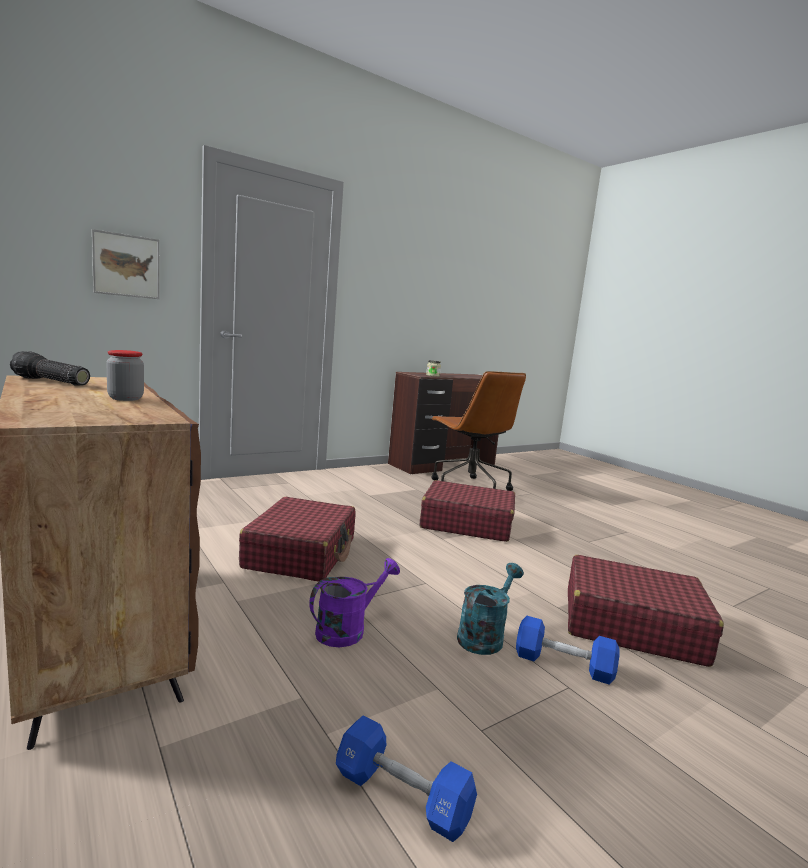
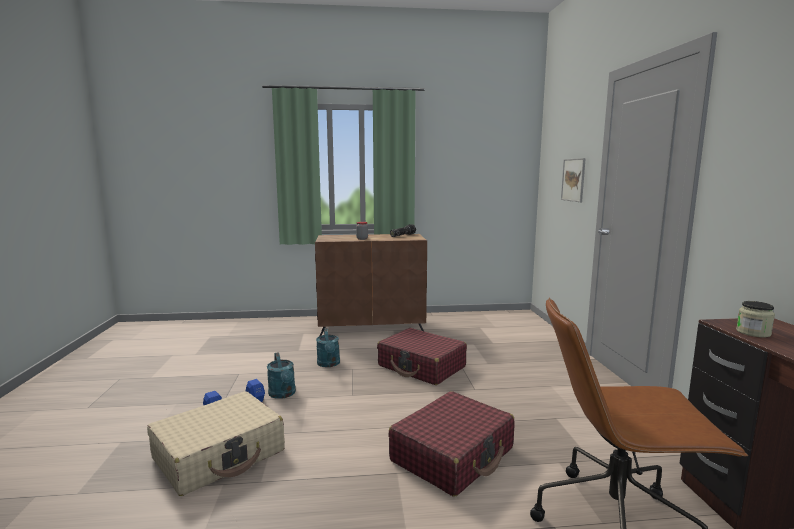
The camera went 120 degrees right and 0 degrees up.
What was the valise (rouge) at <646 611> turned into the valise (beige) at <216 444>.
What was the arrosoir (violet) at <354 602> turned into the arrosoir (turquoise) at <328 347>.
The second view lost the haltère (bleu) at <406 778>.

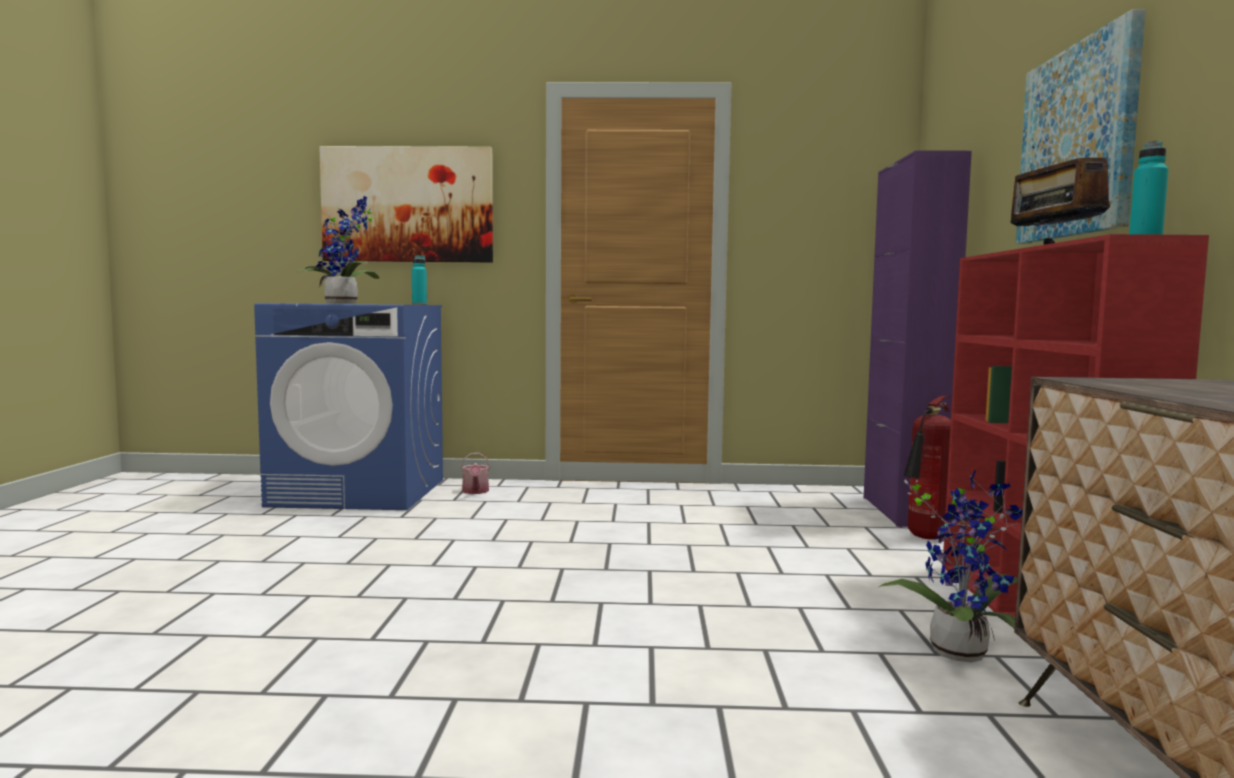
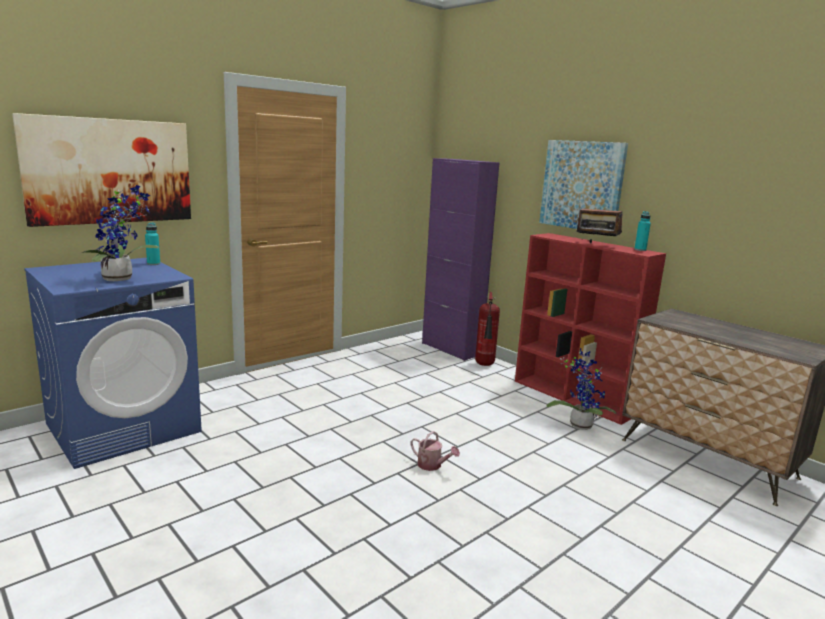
The camera went 45 degrees left and 10 degrees up.
The arrosoir ended up elsewhere, having gone from <475 473> to <435 451>.

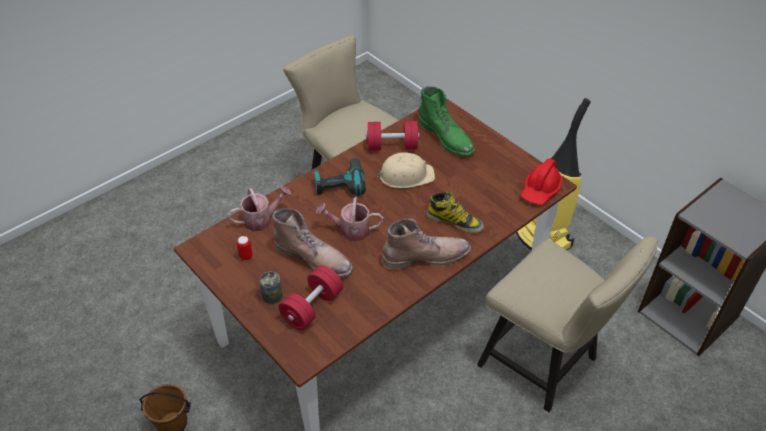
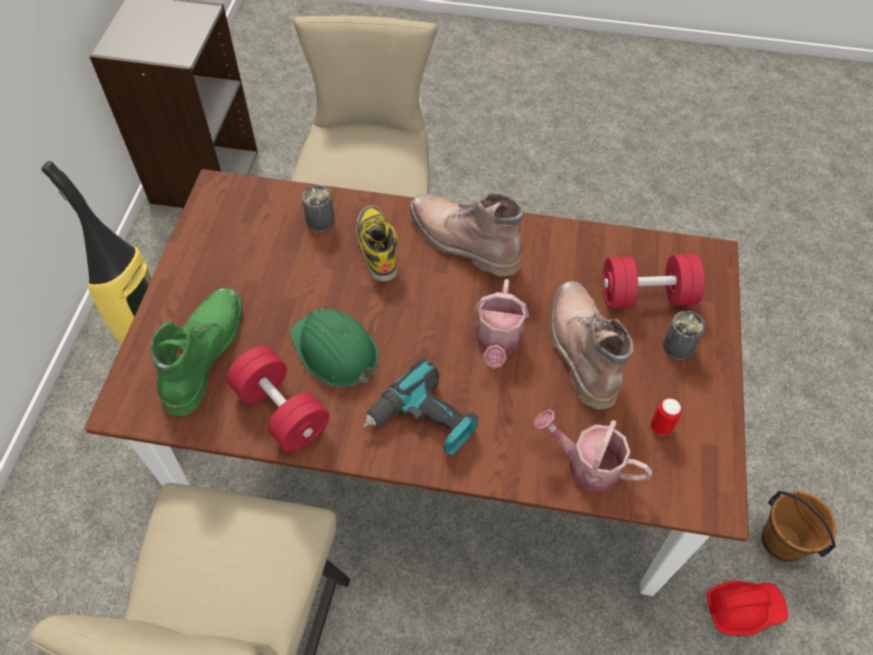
The camera went 130 degrees left and 10 degrees up.
What was the casque de chantier (beige) at <405 170> turned into the casque de chantier (vert) at <334 348>.
The casque de chantier (rouge) ended up elsewhere, having gone from <542 181> to <747 608>.
The arrosoir at <349 219> ended up facing another way, 45 degrees clockwise from before.
The second view gained the boîte métallique at <318 208>.

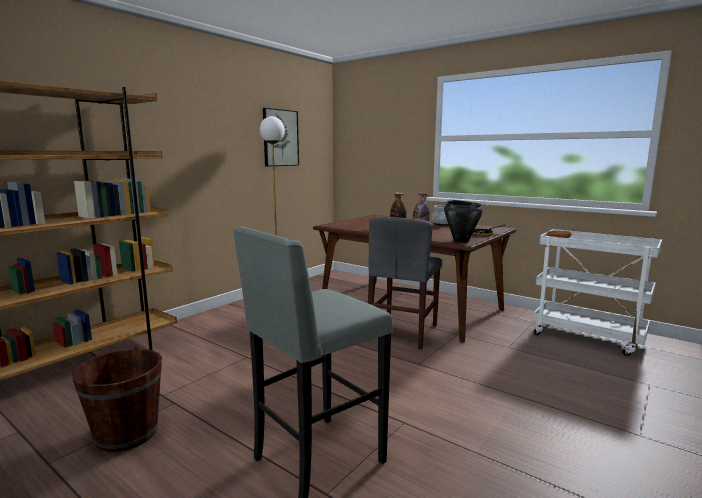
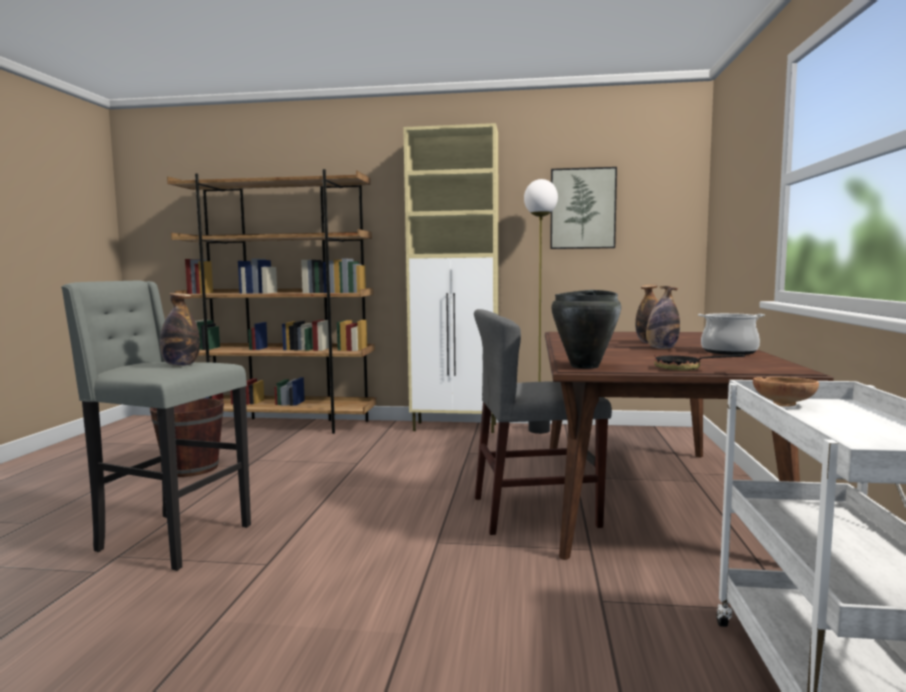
The camera went 60 degrees right and 5 degrees down.
The second view gained the meuble de rangement (beige) at <451 278>.
The second view gained the bouteille at <180 329>.

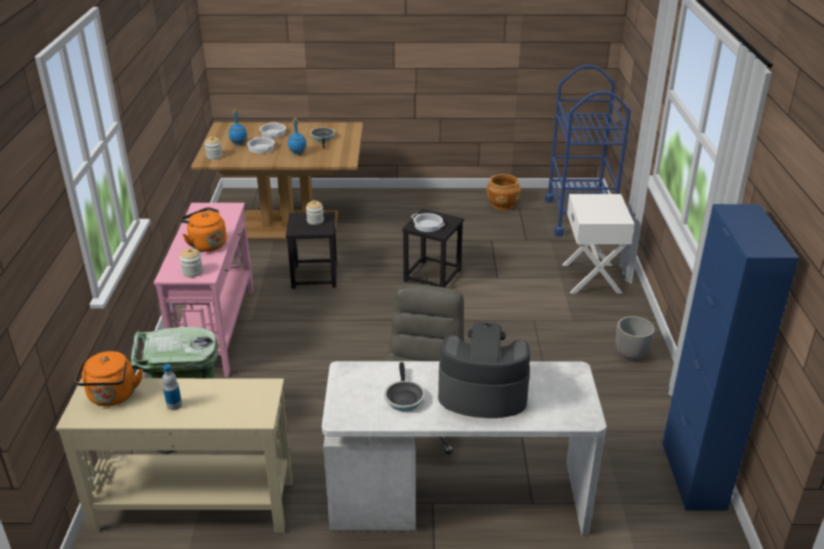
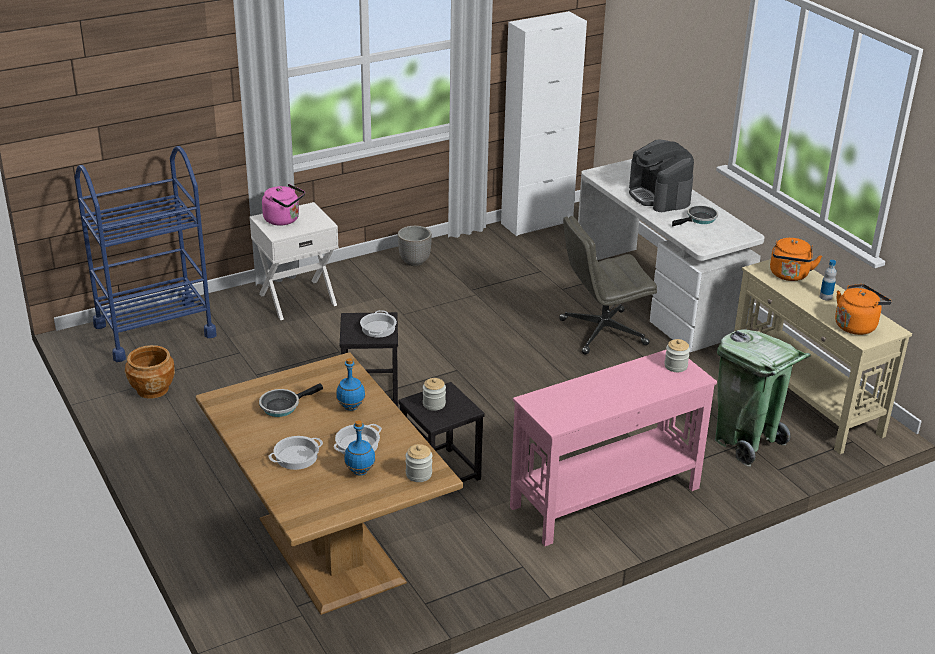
The camera went 120 degrees left and 0 degrees up.
What was the meuble de rangement (bleu) at <730 357> turned into the meuble de rangement (blanc) at <544 123>.
The bouilloire (orange) ended up elsewhere, having gone from <203 229> to <796 259>.
The second view gained the bouilloire (rose) at <283 205>.

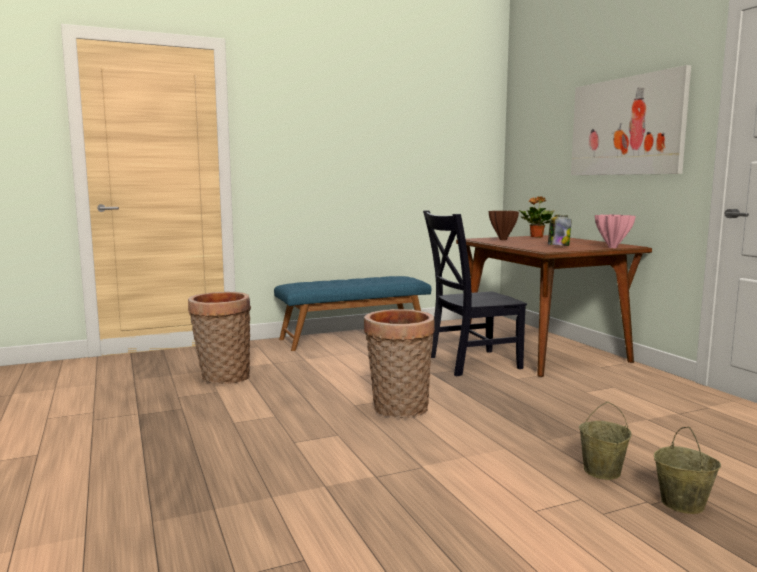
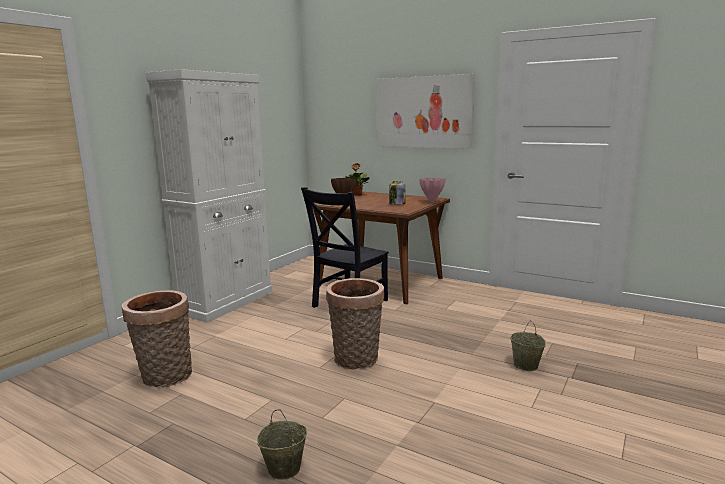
The camera went 35 degrees left and 5 degrees up.
Where the banc (bleu) stood at <352 313>, the meuble de rangement (blanc) came to stand at <209 196>.
The seau (beige) ended up elsewhere, having gone from <687 470> to <282 445>.

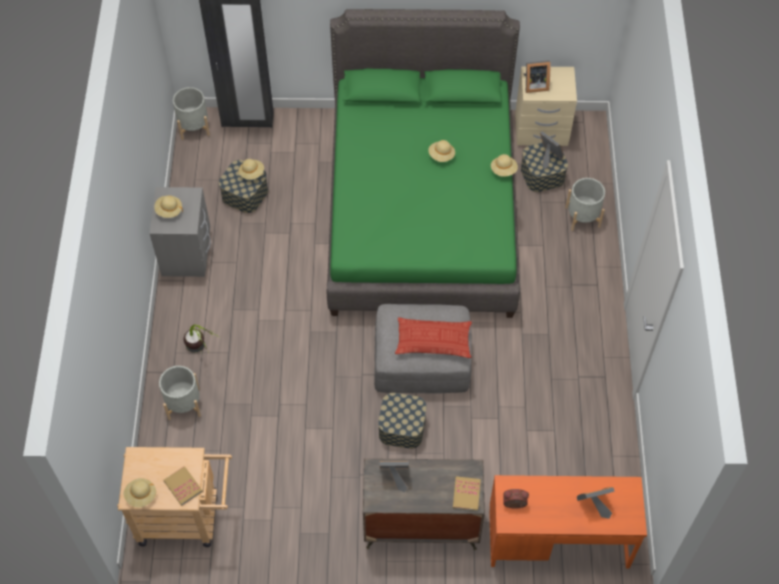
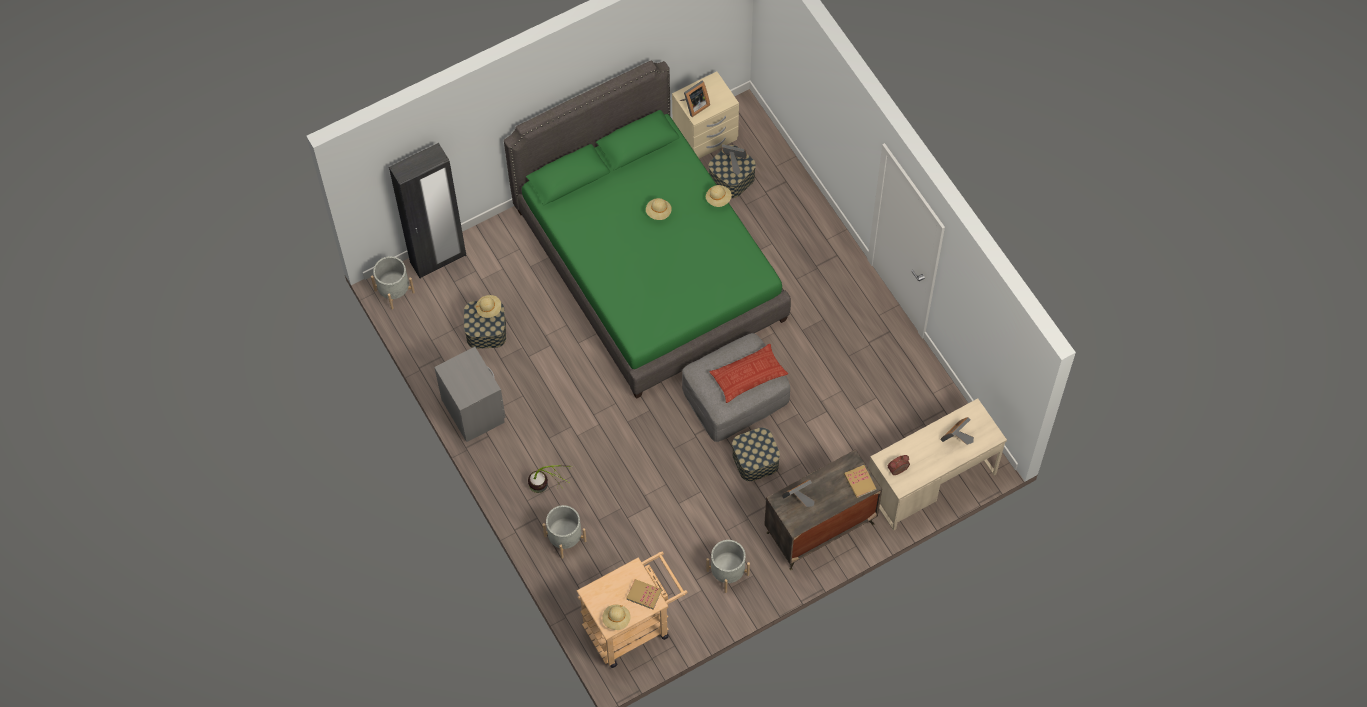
The camera went 30 degrees left and 5 degrees up.
The cache-pot (gris) ended up elsewhere, having gone from <585 204> to <728 566>.
The second view lost the chapeau (beige) at <168 207>.
What was the bureau (orange) at <568 522> turned into the bureau (beige) at <938 464>.

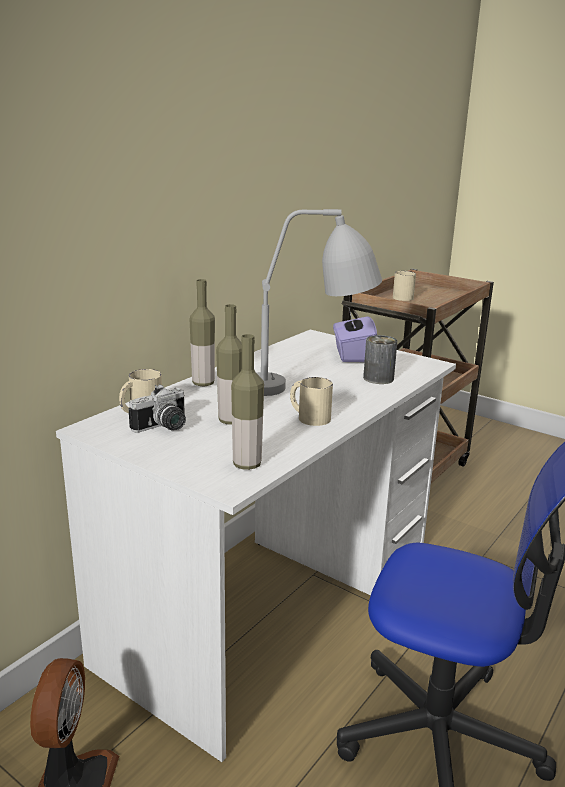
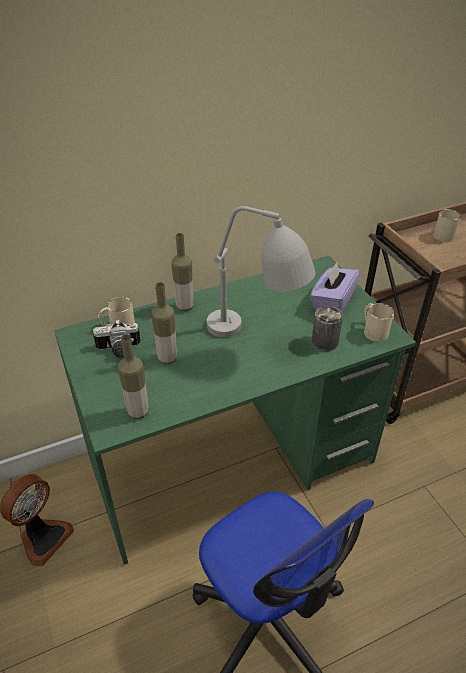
The camera went 30 degrees right and 20 degrees up.
What was the bureau (blanc) at <256 546> turned into the bureau (vert) at <235 410>.
The mug (beige) ended up elsewhere, having gone from <311 401> to <379 322>.

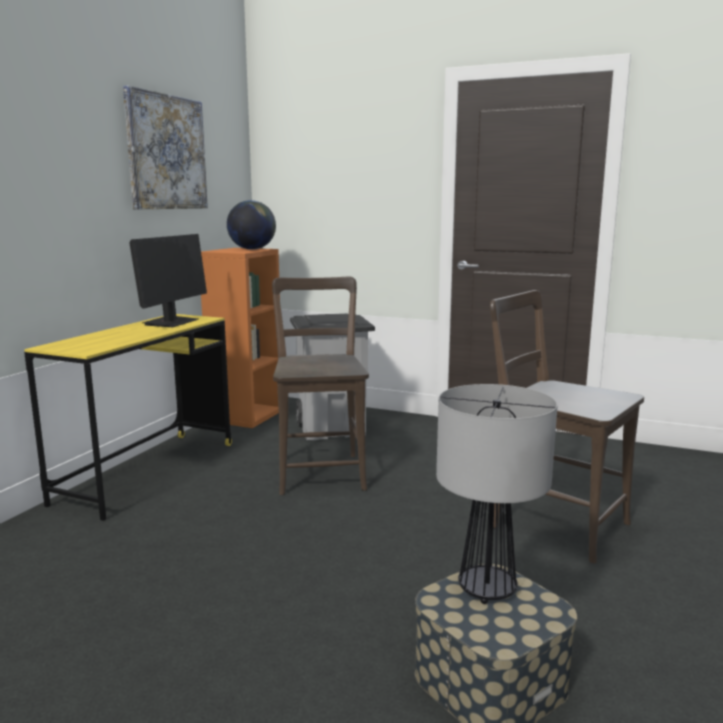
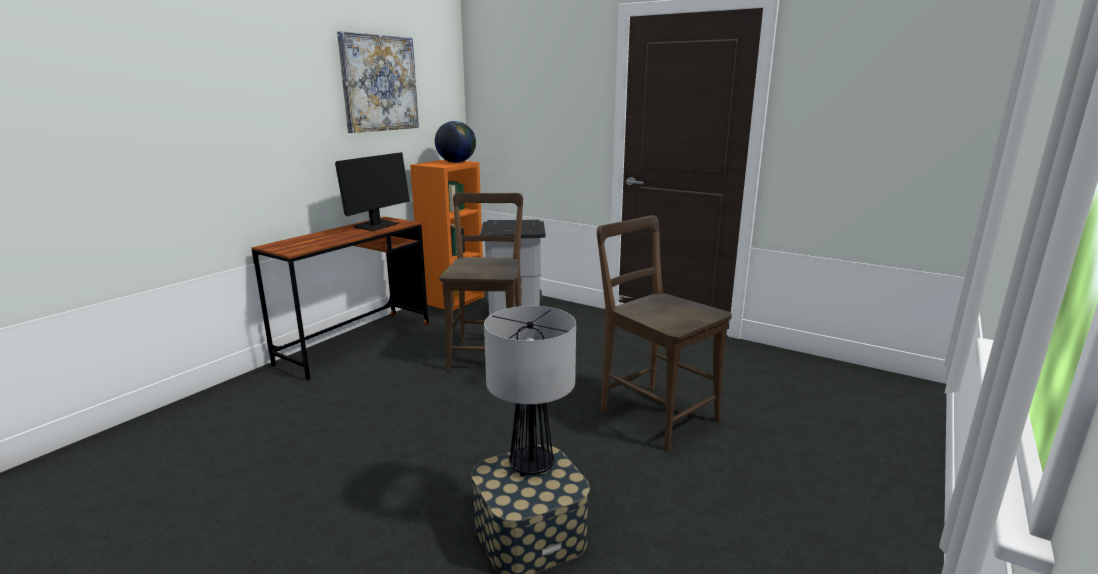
The camera went 10 degrees right and 5 degrees up.
What was the bureau (jaune) at <128 417> turned into the bureau (marron) at <340 298>.

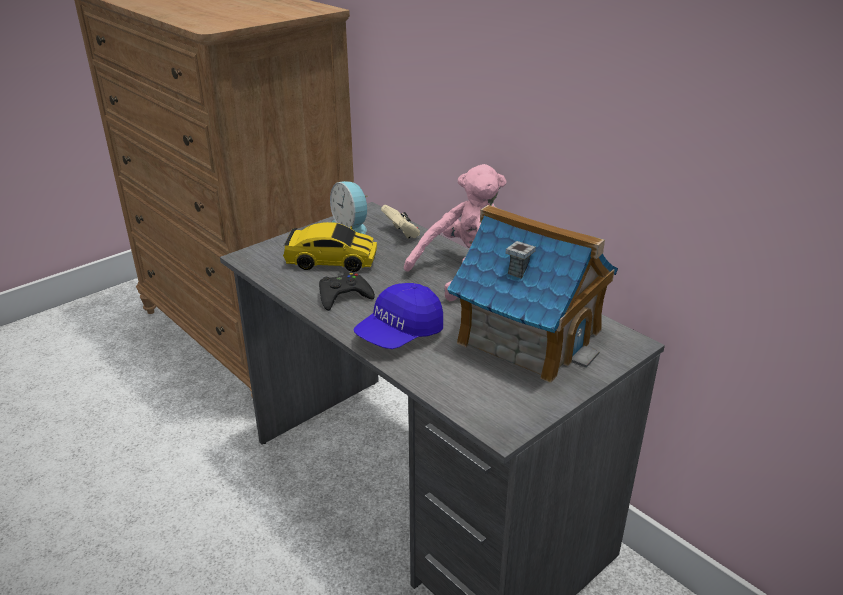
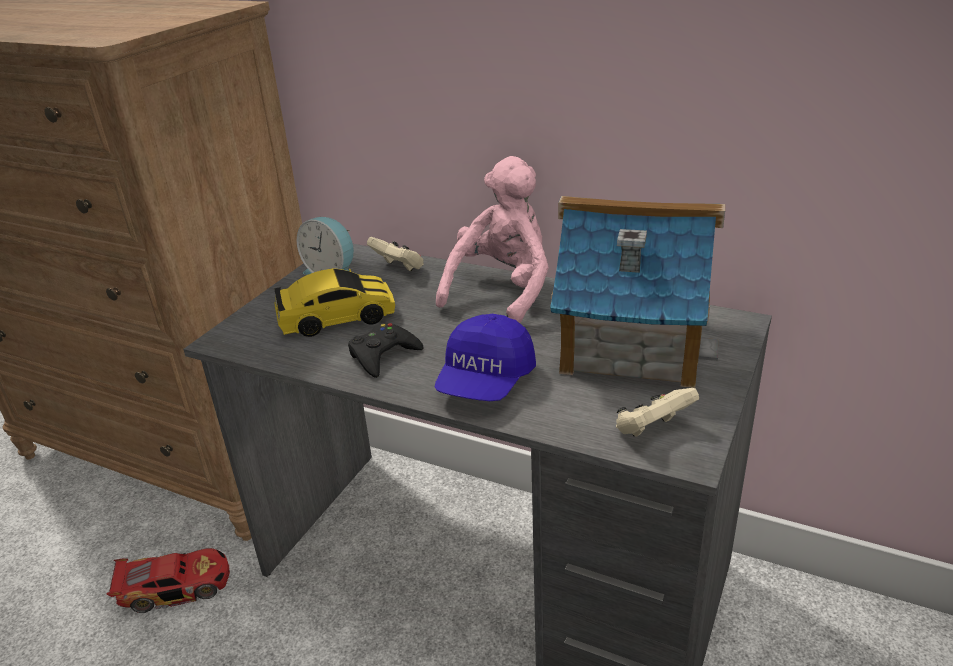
The camera went 20 degrees left and 0 degrees up.
The second view gained the manette (beige) at <657 412>.
The second view gained the petite voiture at <168 580>.

